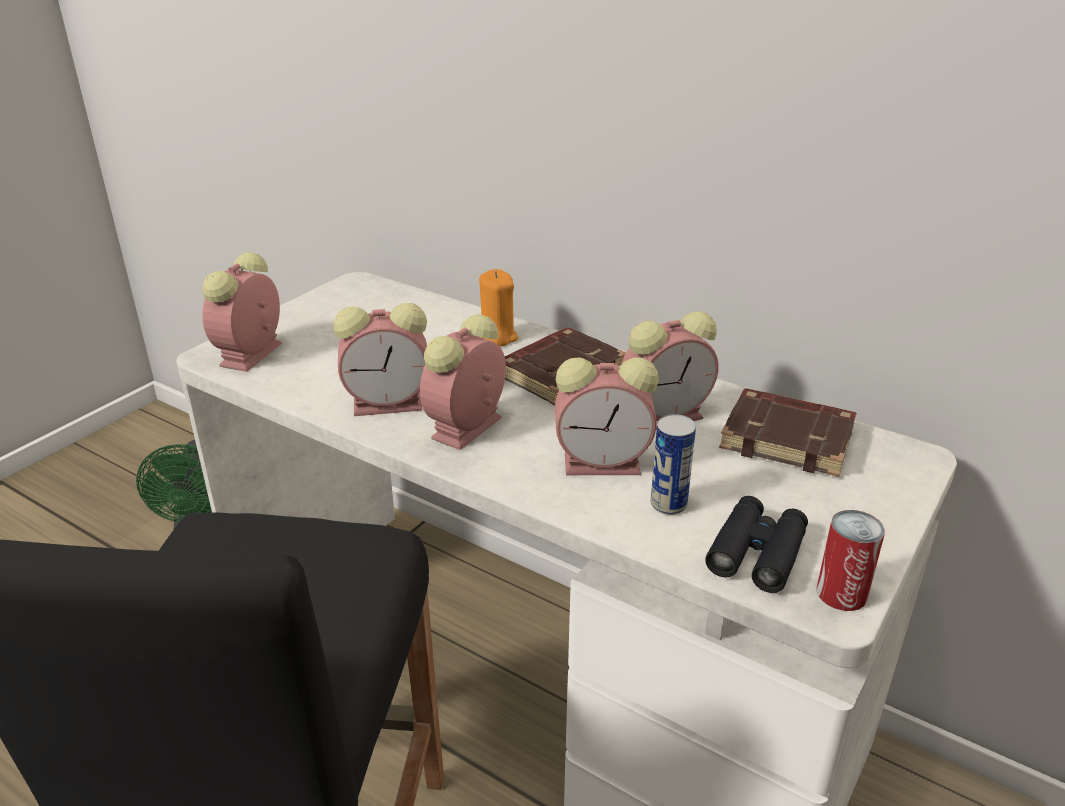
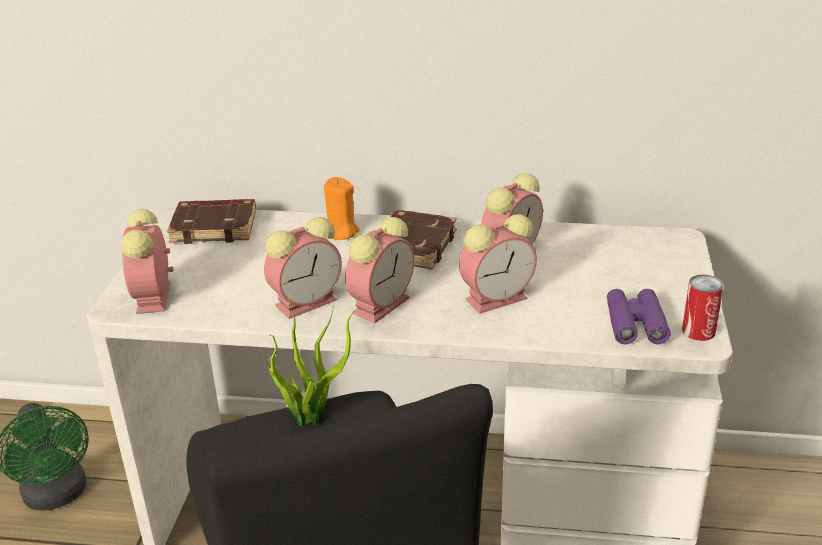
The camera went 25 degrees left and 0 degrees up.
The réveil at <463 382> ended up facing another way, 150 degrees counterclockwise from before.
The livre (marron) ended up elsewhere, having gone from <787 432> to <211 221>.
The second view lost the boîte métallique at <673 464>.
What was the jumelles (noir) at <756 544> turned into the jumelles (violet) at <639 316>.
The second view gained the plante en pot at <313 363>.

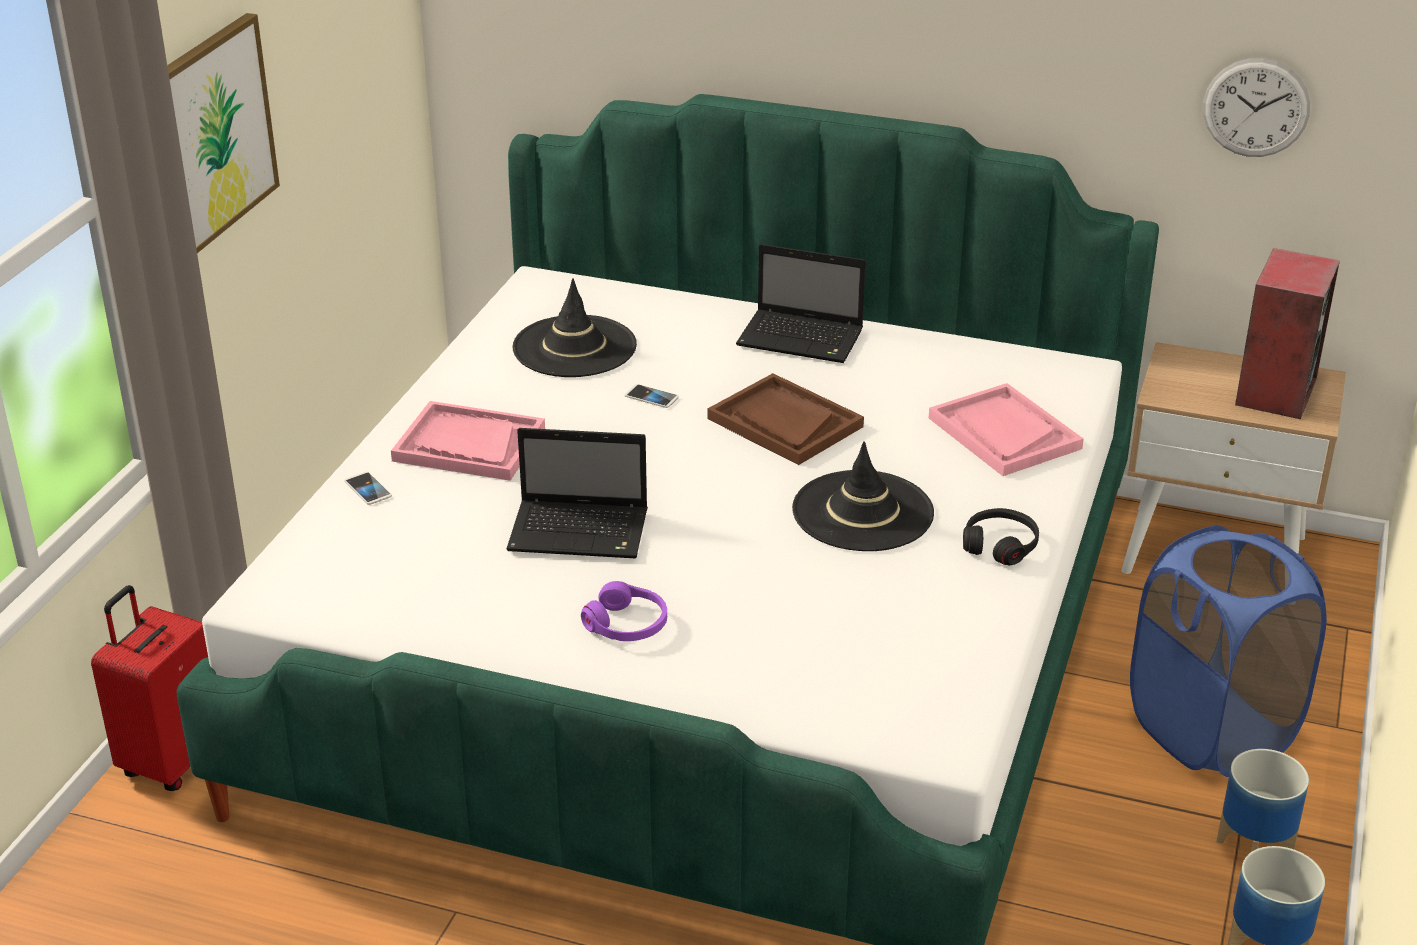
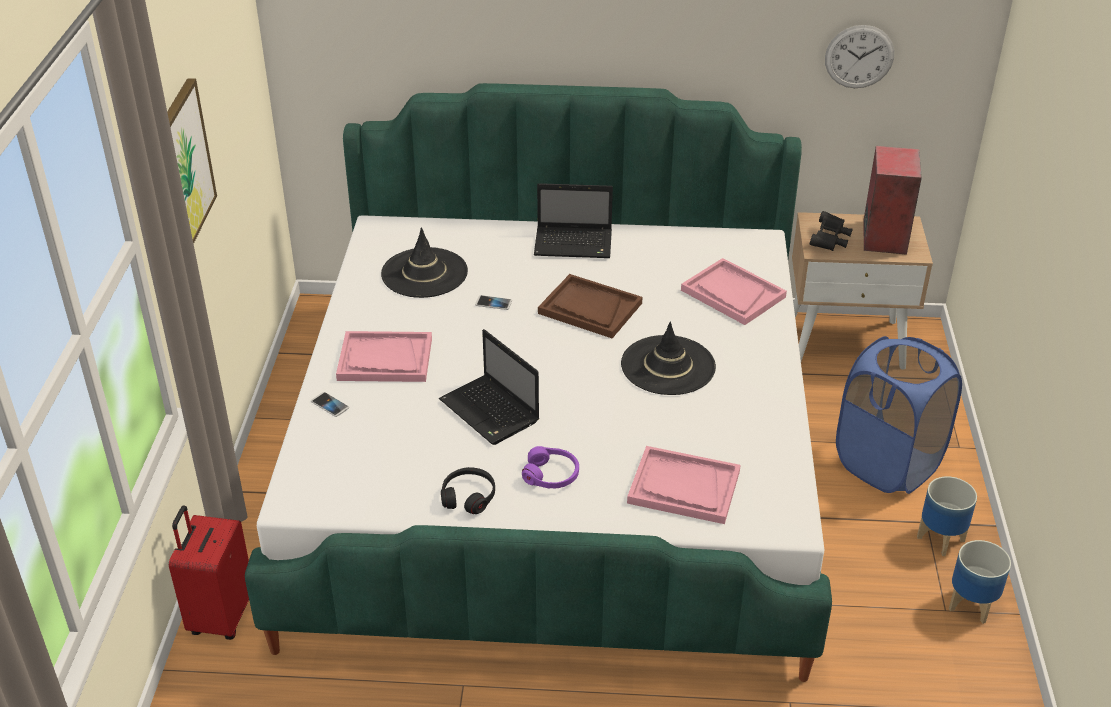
The camera went 15 degrees left and 5 degrees up.
The ordinateur portable at <577 493> ended up facing another way, 60 degrees clockwise from before.
The casque audio (noir) ended up elsewhere, having gone from <1001 536> to <468 490>.
The second view gained the jumelles (noir) at <831 231>.
The second view gained the plateau (rose) at <684 485>.

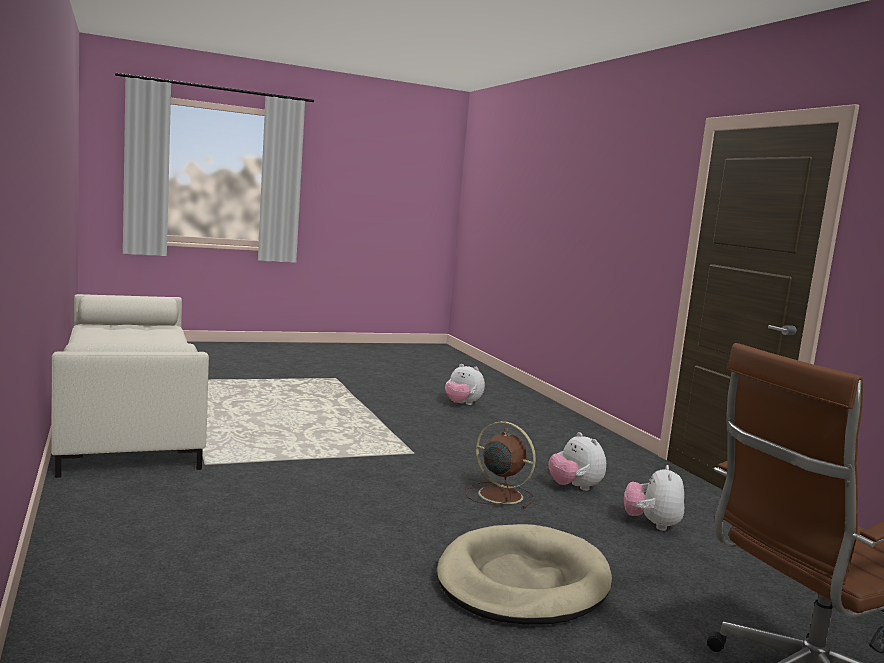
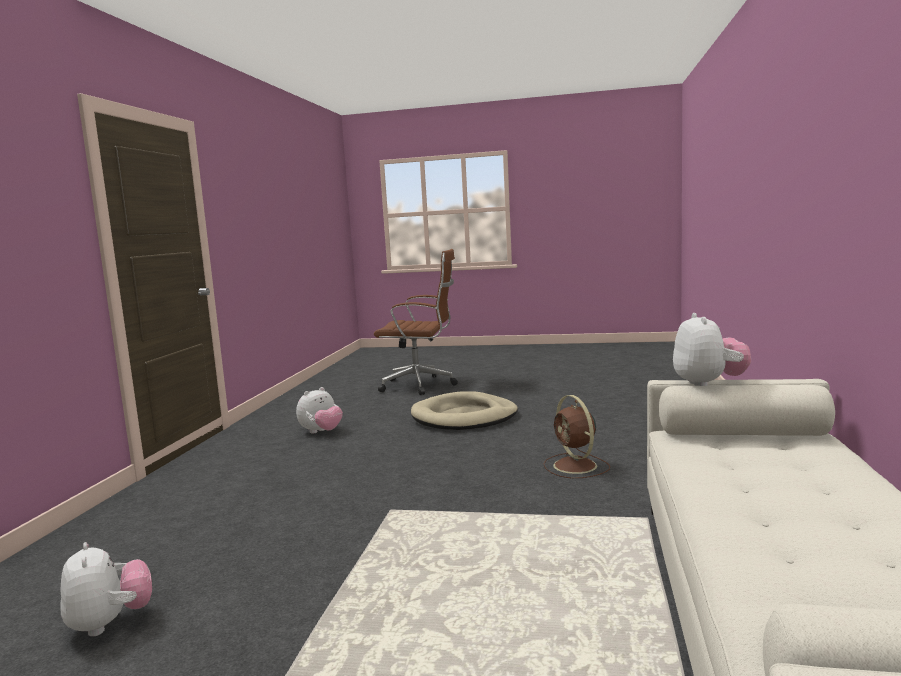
The camera went 145 degrees left and 0 degrees up.
The ventilateur (marron) ended up elsewhere, having gone from <501 465> to <576 436>.
The peluche ended up elsewhere, having gone from <577 461> to <712 349>.

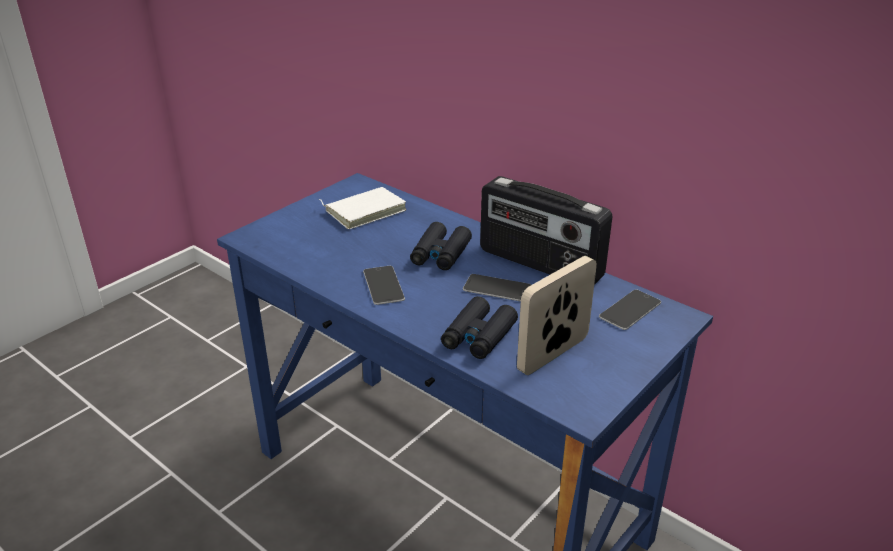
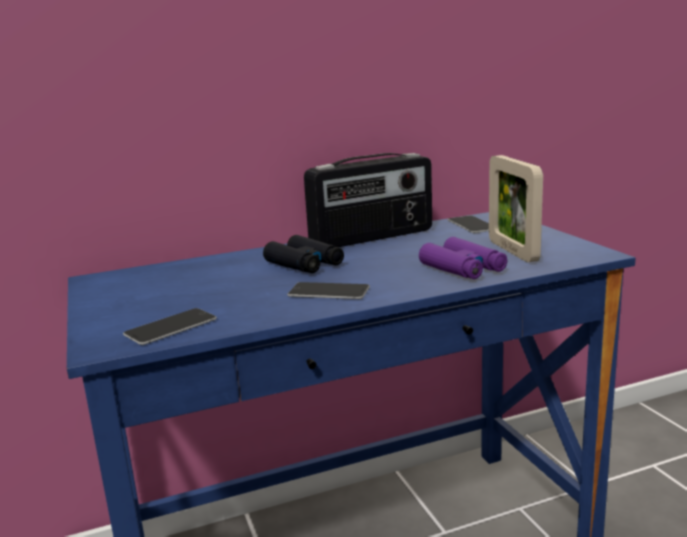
The camera went 60 degrees left and 15 degrees down.
The second view lost the livre (blanc) at <362 208>.
The téléphone ended up elsewhere, having gone from <497 288> to <170 326>.
What was the jumelles (noir) at <479 327> turned into the jumelles (violet) at <463 258>.

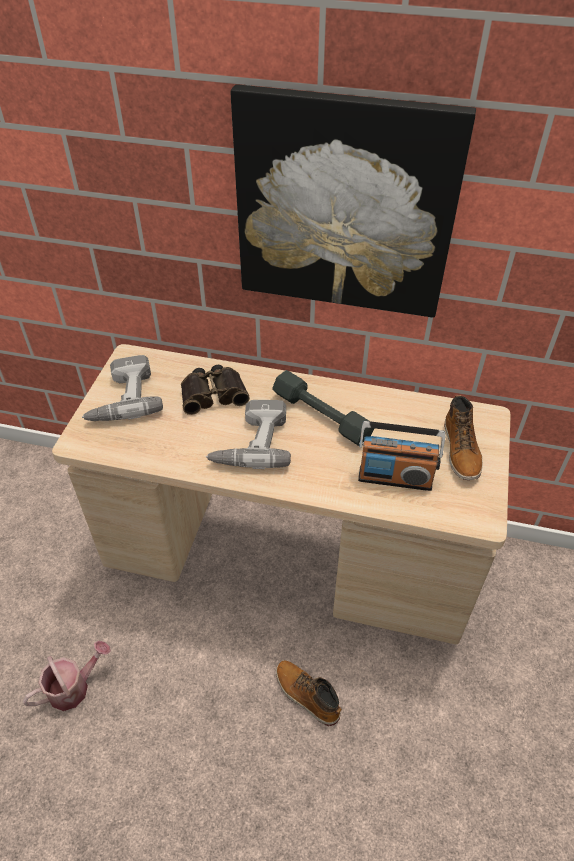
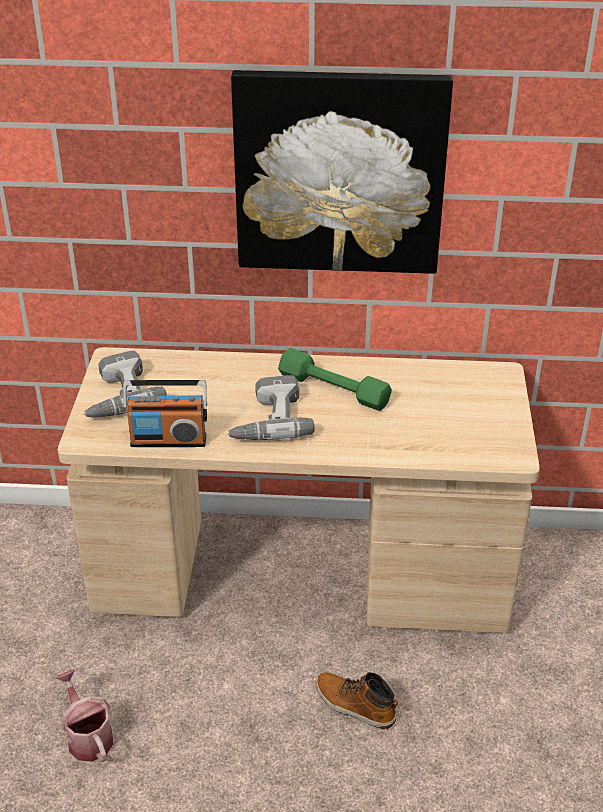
The camera went 10 degrees left and 10 degrees down.
The second view lost the jumelles at <215 390>.
What was the haltère (gris) at <323 408> turned into the haltère (vert) at <335 379>.
The second view lost the botte at <463 437>.
The radio ended up elsewhere, having gone from <402 456> to <165 413>.
The arrosoir at <67 676> ended up facing another way, 75 degrees counterclockwise from before.

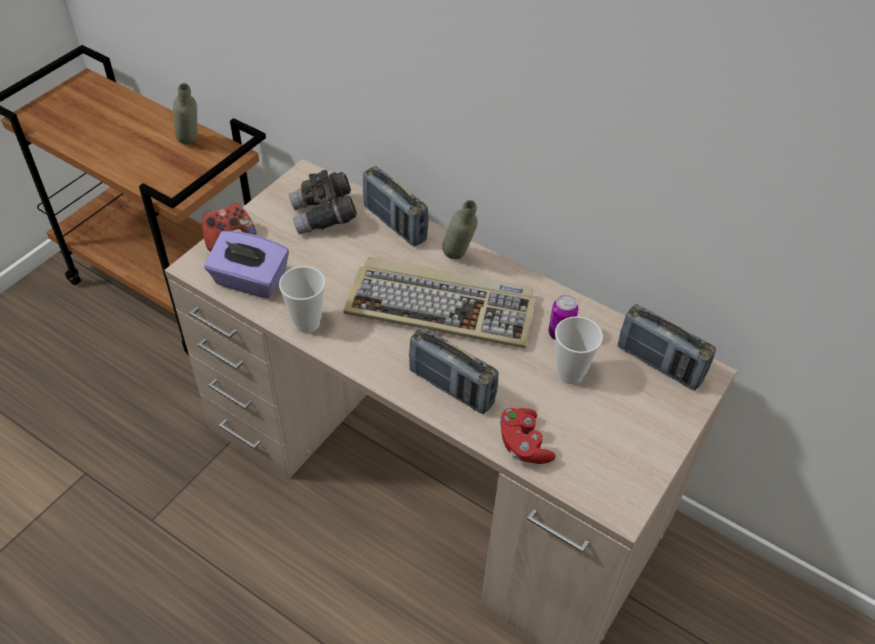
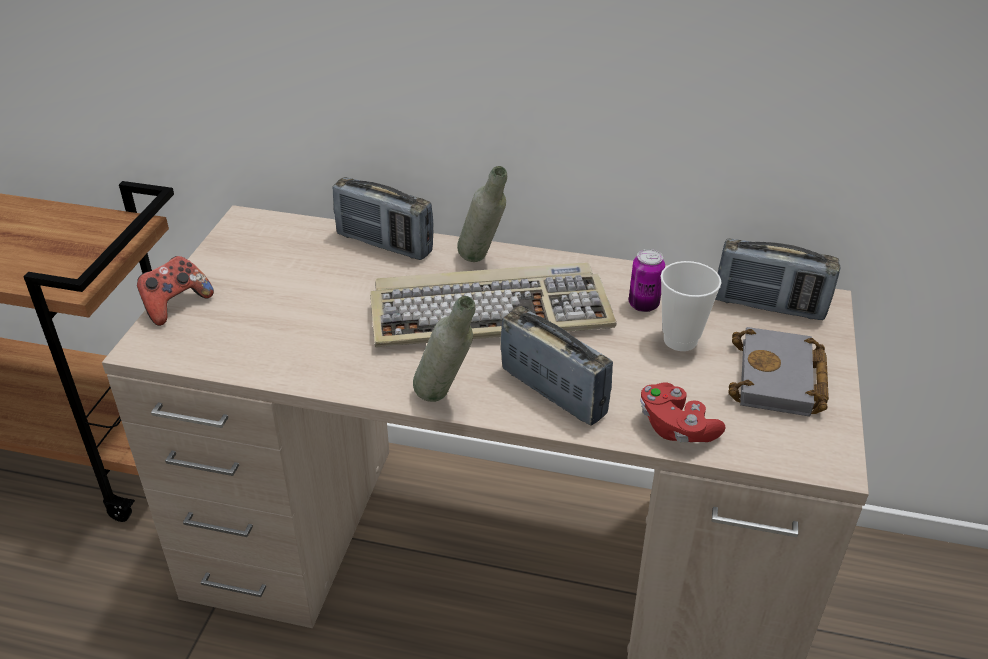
The camera went 20 degrees left and 10 degrees down.
The bouteille (gris) ended up elsewhere, having gone from <185 114> to <444 349>.
The second view lost the jumelles (gris) at <323 202>.
The second view lost the boîte à mouchoirs (violet) at <246 264>.
The second view lost the tasse at <302 299>.
The radio at <453 370> ended up facing another way, 150 degrees counterclockwise from before.
The second view gained the livre (gris) at <778 372>.

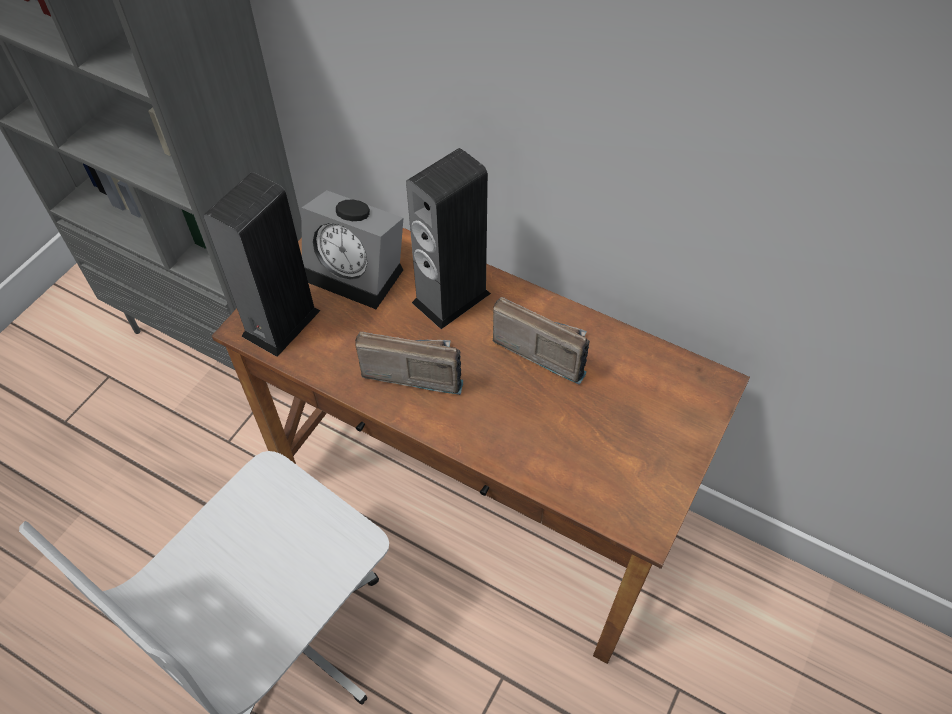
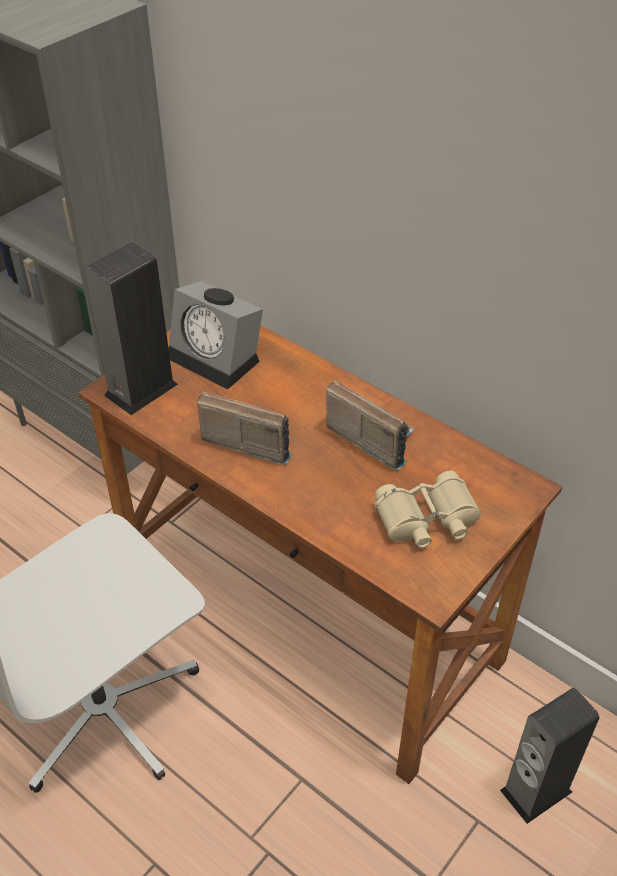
The camera went 10 degrees right and 10 degrees down.
The enceinte ended up elsewhere, having gone from <448 238> to <550 756>.
The second view gained the jumelles (beige) at <428 509>.

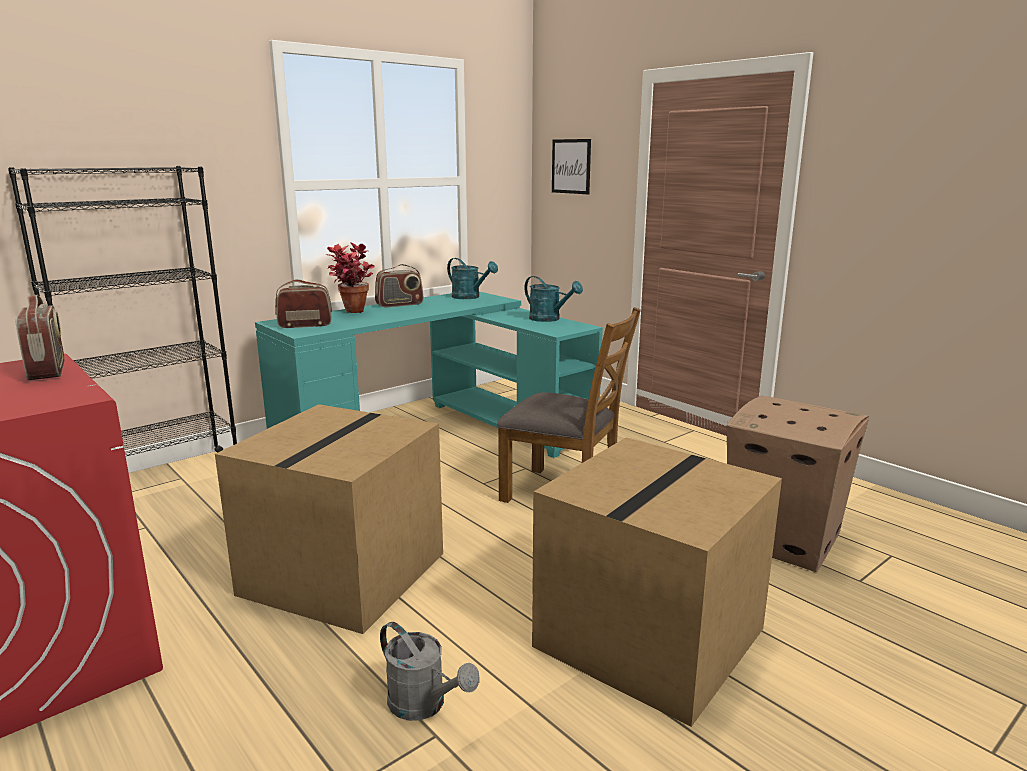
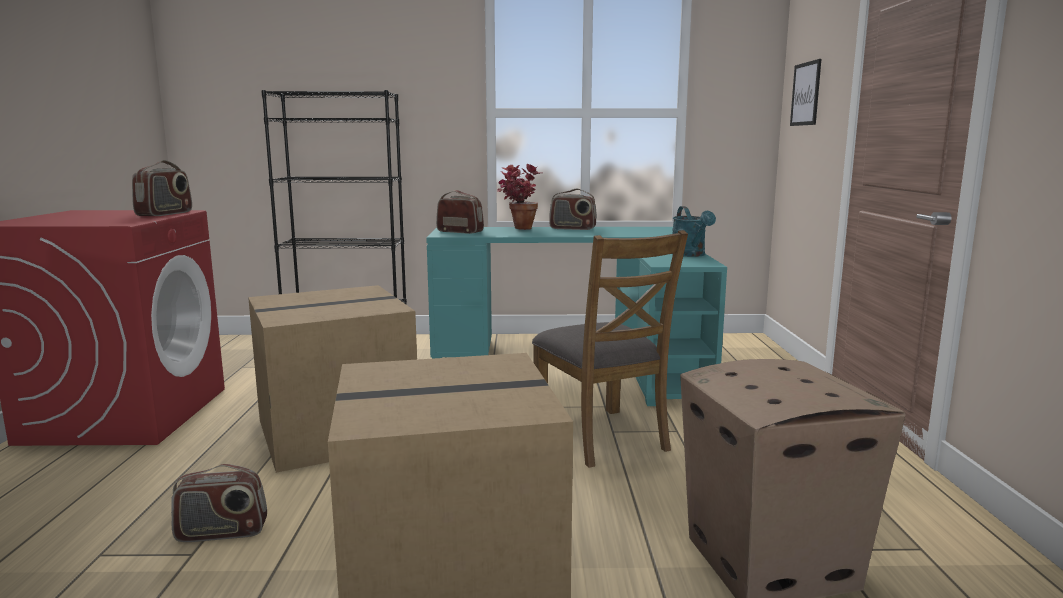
The camera went 40 degrees right and 5 degrees down.
The second view lost the arrosoir (turquoise) at <472 278>.
Where the arrosoir (gris) stood at <430 671>, the radio came to stand at <219 503>.

